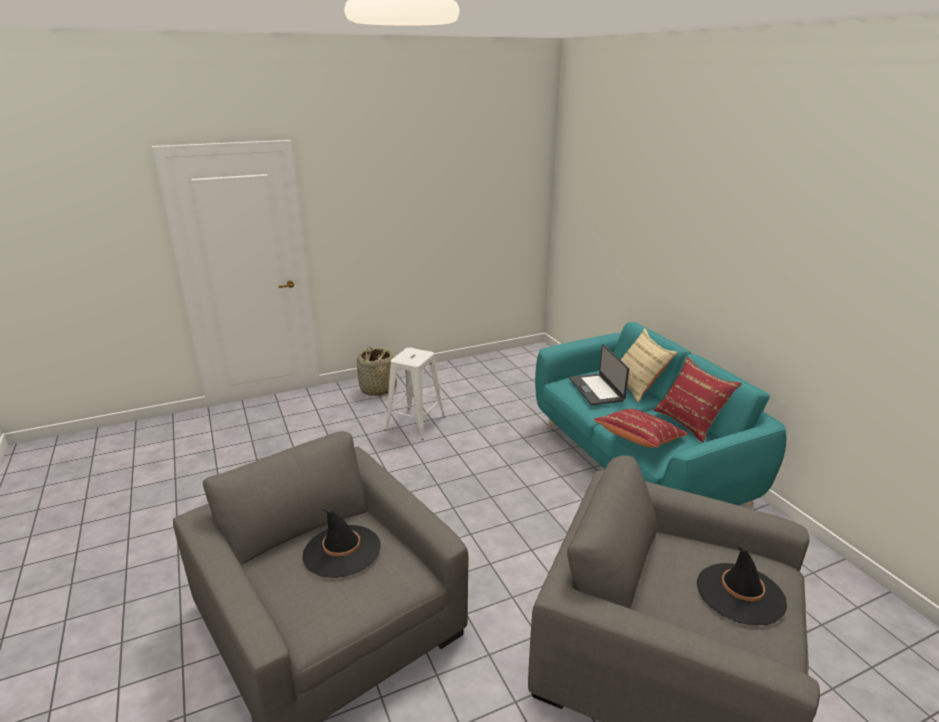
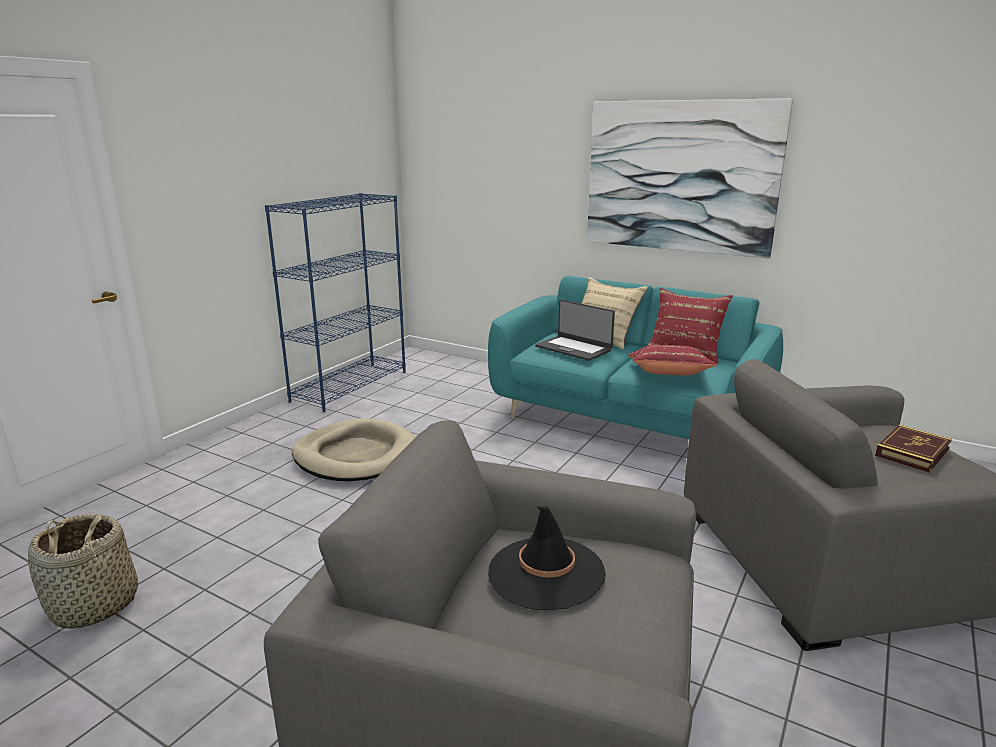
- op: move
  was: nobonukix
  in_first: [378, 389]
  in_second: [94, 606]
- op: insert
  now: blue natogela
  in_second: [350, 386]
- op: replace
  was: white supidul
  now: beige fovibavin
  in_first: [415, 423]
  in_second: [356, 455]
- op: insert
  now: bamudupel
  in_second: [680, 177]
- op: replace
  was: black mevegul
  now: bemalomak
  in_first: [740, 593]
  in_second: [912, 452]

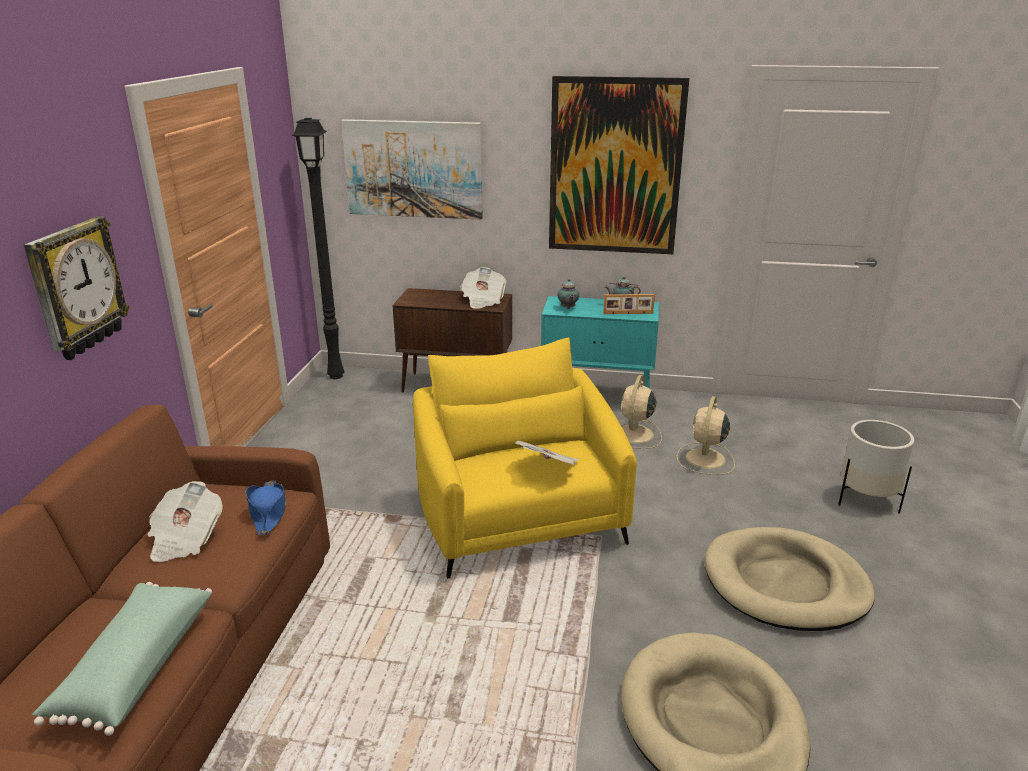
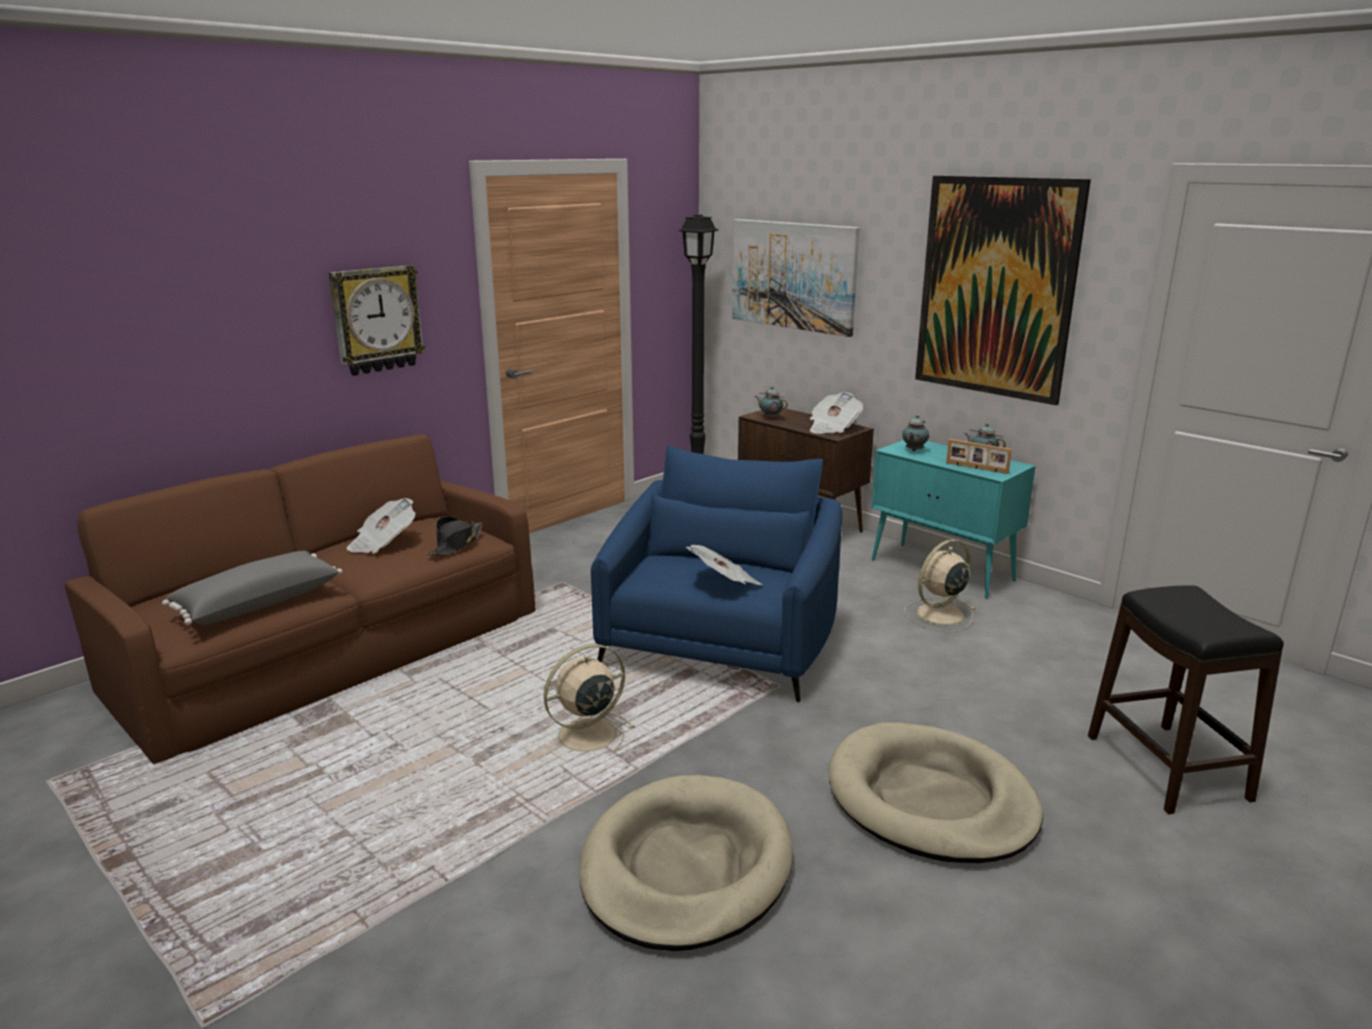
- op: recolor
  was: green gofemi
  now: grey gofemi
  in_first: [134, 667]
  in_second: [257, 603]
- op: recolor
  was: blue mevegul
  now: black mevegul
  in_first: [268, 512]
  in_second: [456, 544]
- op: move
  was: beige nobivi
  in_first: [705, 459]
  in_second: [585, 736]
- op: recolor
  was: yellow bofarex
  now: blue bofarex
  in_first: [520, 518]
  in_second: [720, 645]
- op: insert
  now: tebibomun
  in_second: [770, 418]
- op: replace
  was: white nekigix
  now: black supidul
  in_first: [866, 500]
  in_second: [1166, 768]

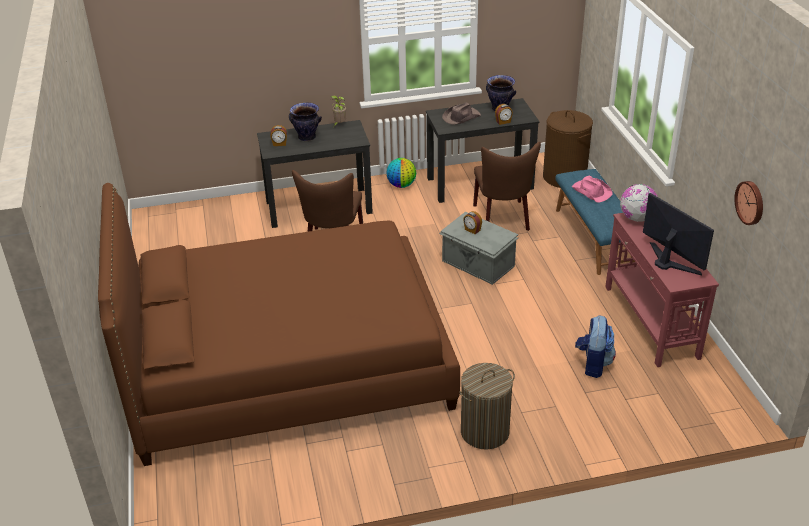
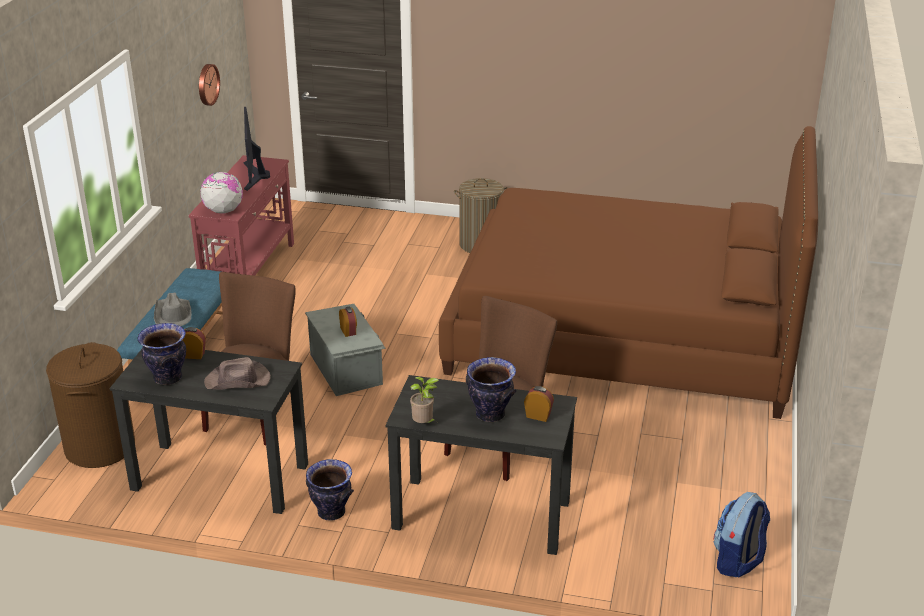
- op: recolor
  was: pink mevegul
  now: grey mevegul
  in_first: [591, 191]
  in_second: [173, 314]
- op: replace
  was: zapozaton
  now: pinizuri
  in_first: [401, 185]
  in_second: [331, 513]
- op: move
  was: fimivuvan
  in_first: [593, 364]
  in_second: [738, 561]

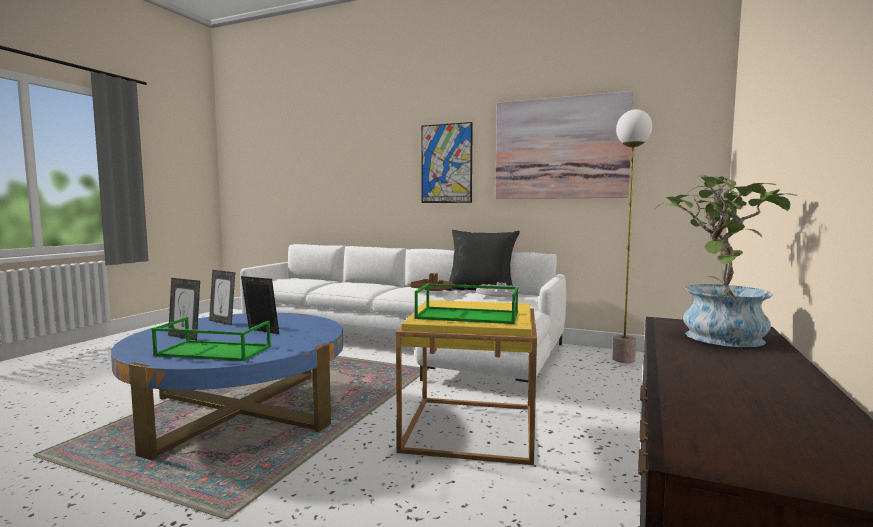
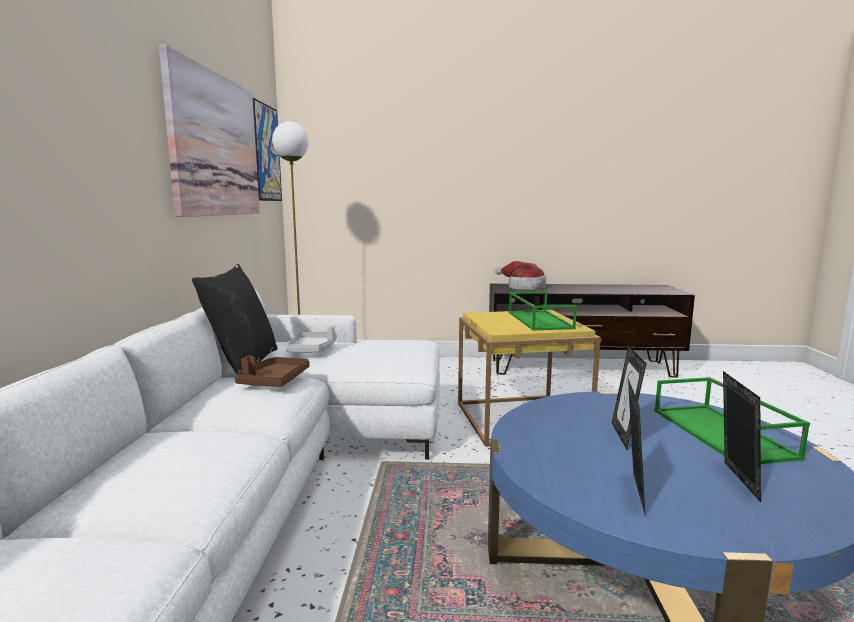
- op: move
  was: bamudupel
  in_first: [446, 163]
  in_second: [267, 153]
- op: replace
  was: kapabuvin
  now: mevegul
  in_first: [716, 334]
  in_second: [523, 287]

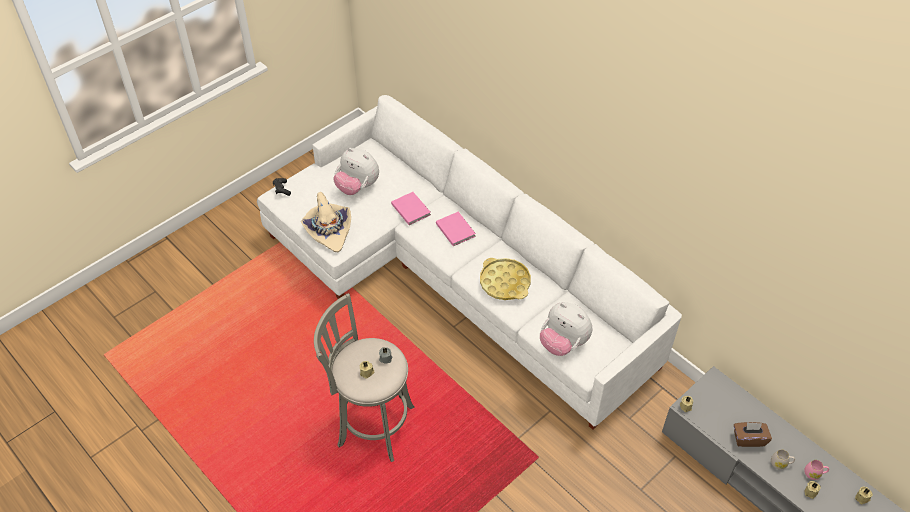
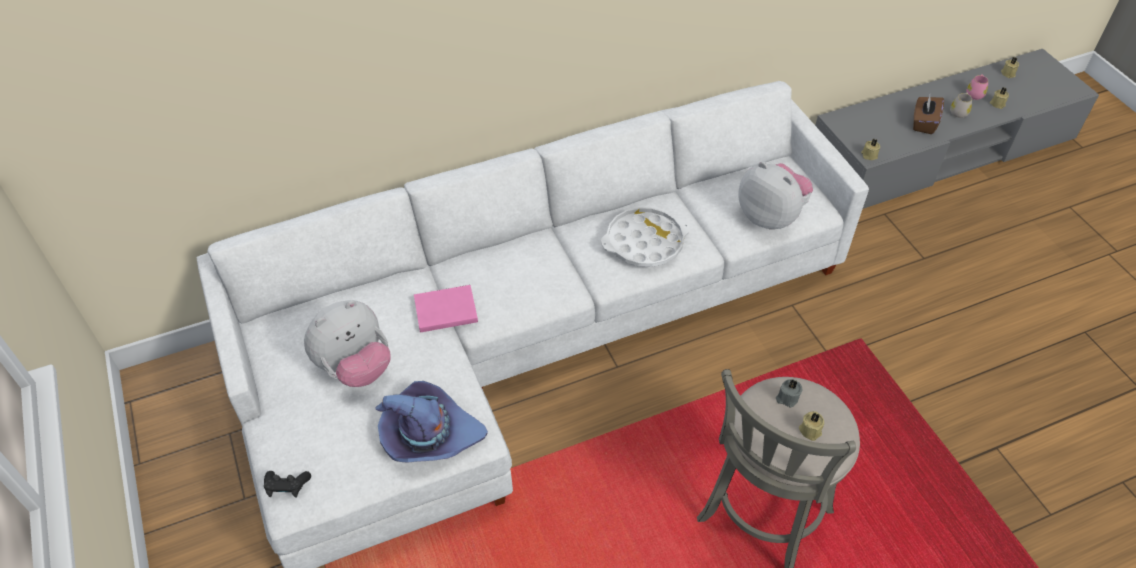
- op: recolor
  was: beige mevegul
  now: purple mevegul
  in_first: [329, 230]
  in_second: [429, 435]
- op: recolor
  was: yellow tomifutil
  now: white tomifutil
  in_first: [505, 282]
  in_second: [644, 242]
- op: rotate
  was: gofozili
  in_first: [563, 343]
  in_second: [770, 216]
  clockwise: -105
- op: delete
  was: pink bemalomak
  in_first: [455, 229]

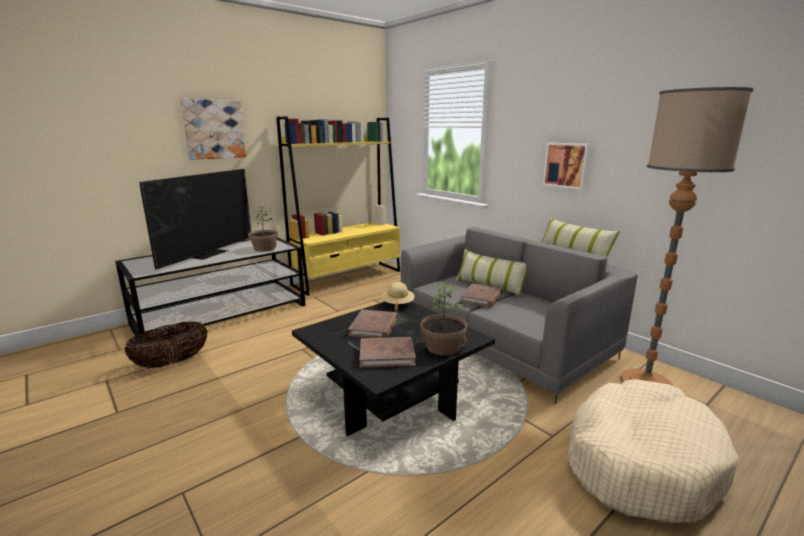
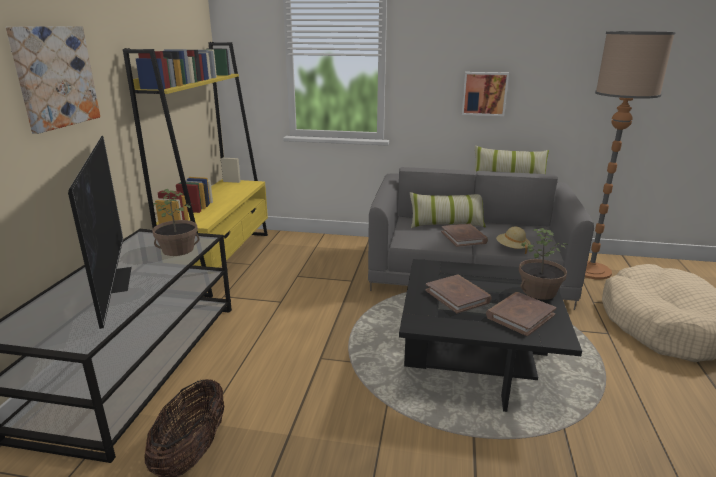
- op: move
  was: beige mevegul
  in_first: [397, 304]
  in_second: [512, 248]

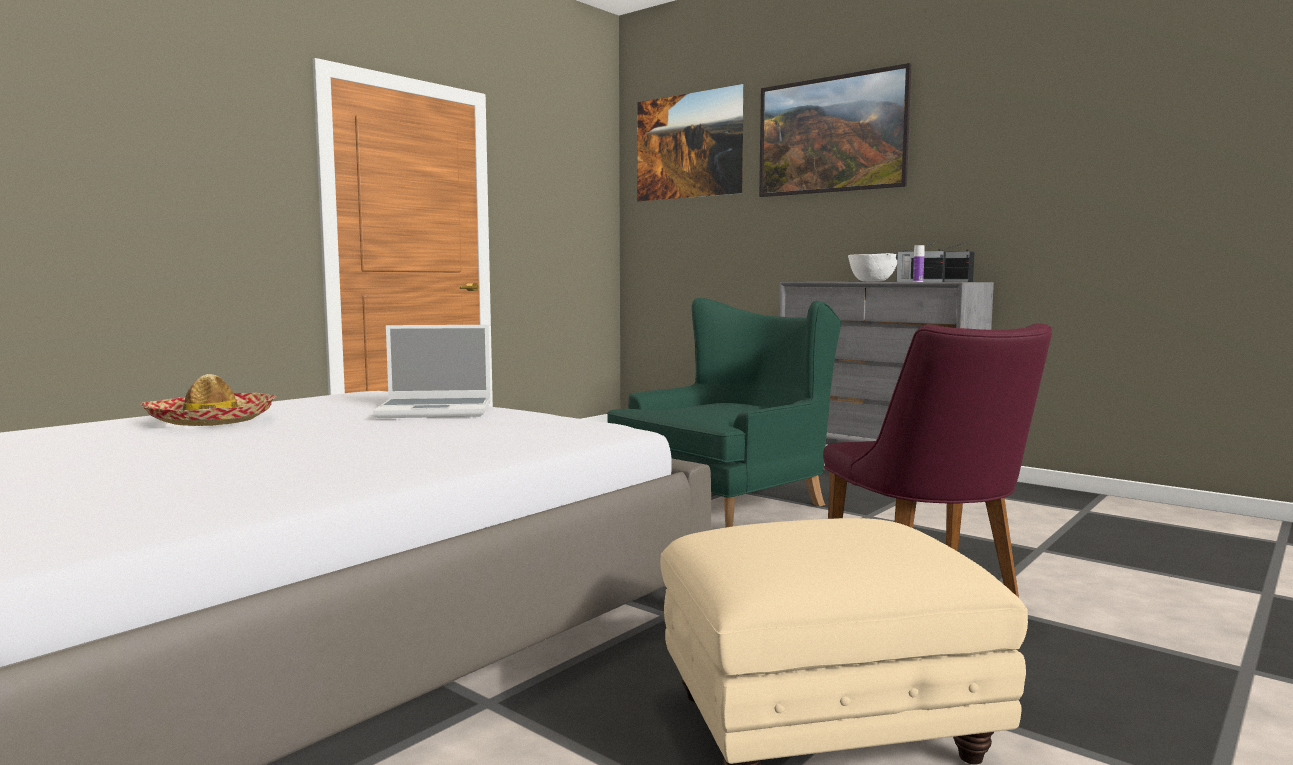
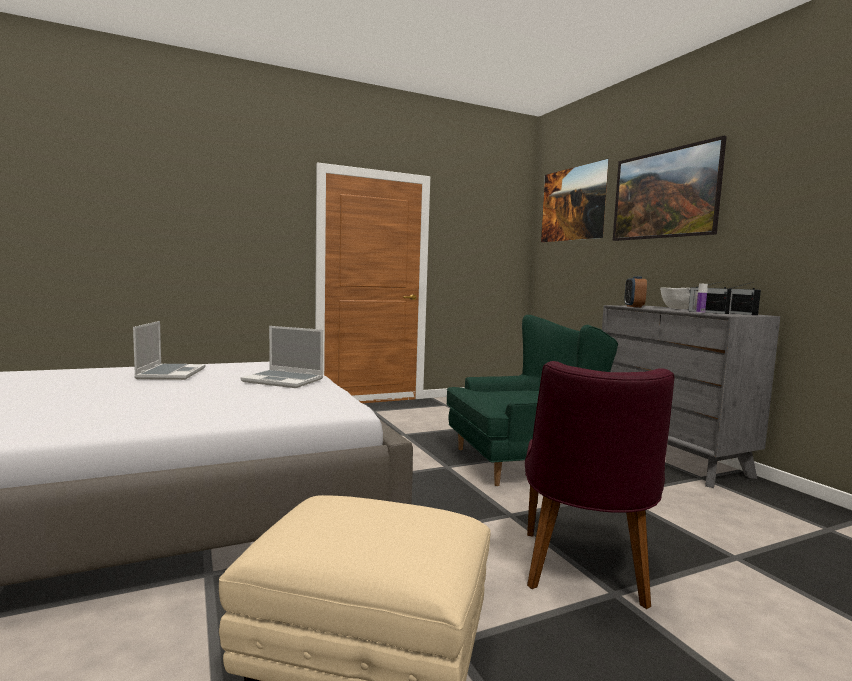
- op: replace
  was: mevegul
  now: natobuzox
  in_first: [212, 421]
  in_second: [171, 373]
- op: insert
  now: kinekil
  in_second: [634, 306]

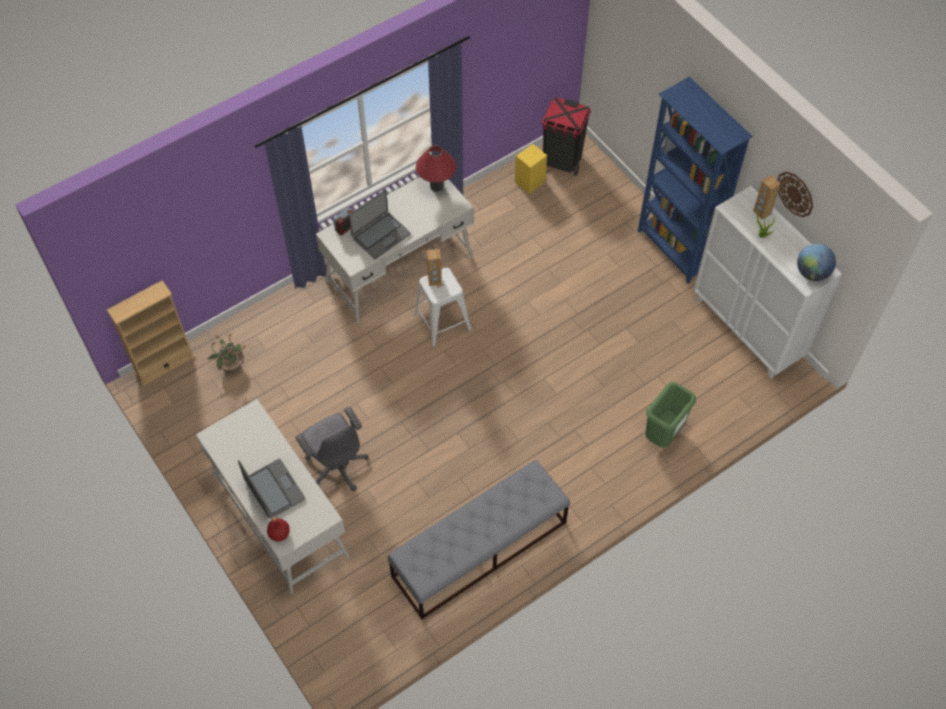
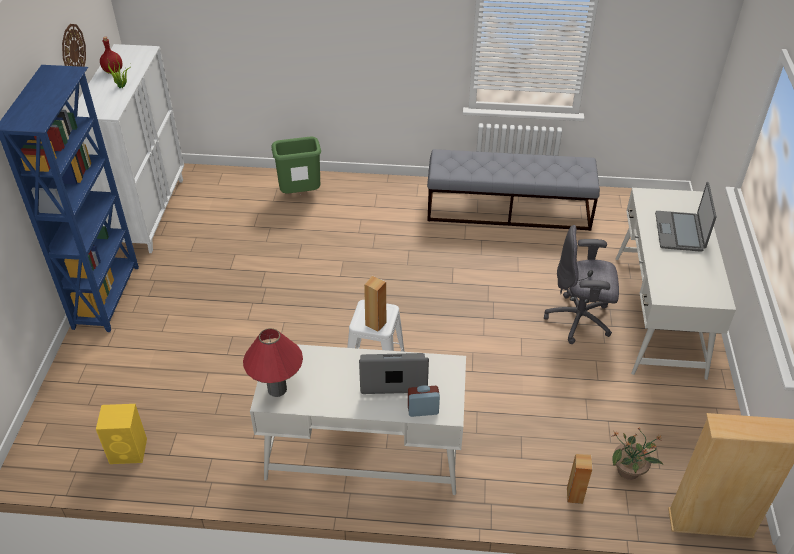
- op: move
  was: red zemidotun
  in_first: [279, 534]
  in_second: [113, 71]
- op: rotate
  was: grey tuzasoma
  in_first: [336, 466]
  in_second: [579, 320]
  clockwise: -90
- op: move
  was: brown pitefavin
  in_first: [761, 212]
  in_second: [575, 495]
- op: delete
  was: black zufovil
  in_first: [562, 161]
- op: delete
  was: zapozaton
  in_first: [812, 273]

